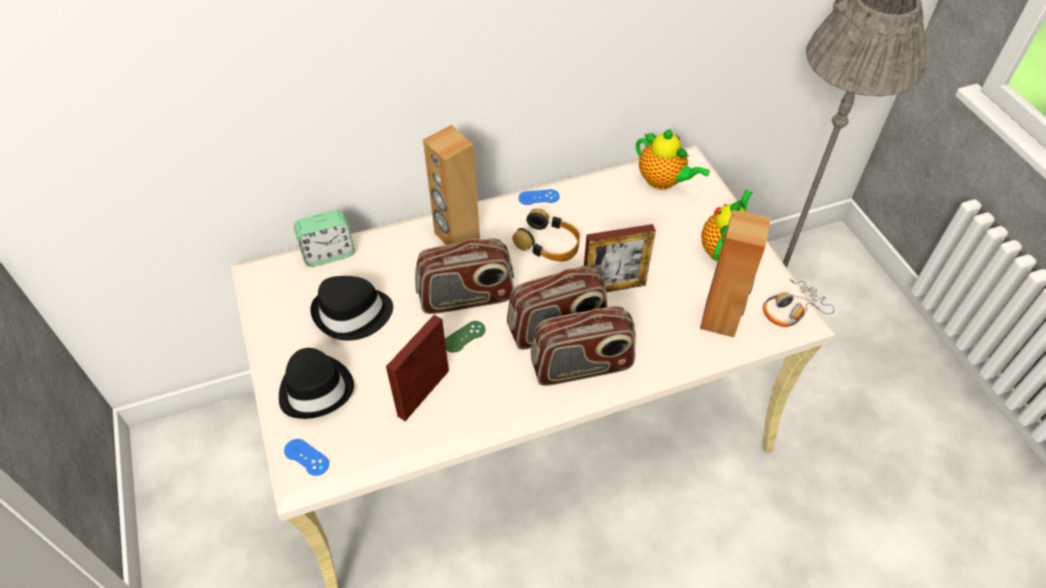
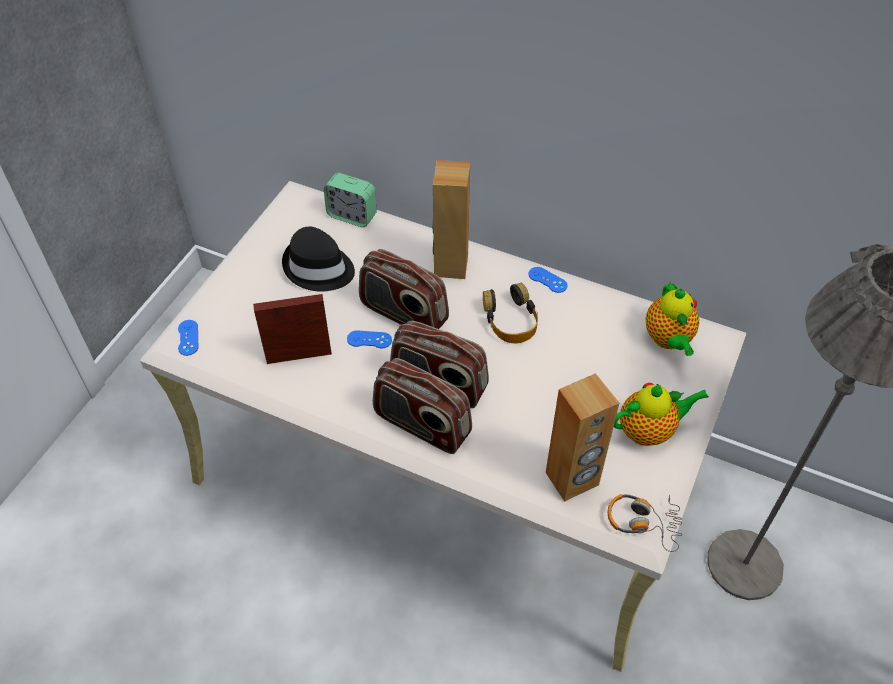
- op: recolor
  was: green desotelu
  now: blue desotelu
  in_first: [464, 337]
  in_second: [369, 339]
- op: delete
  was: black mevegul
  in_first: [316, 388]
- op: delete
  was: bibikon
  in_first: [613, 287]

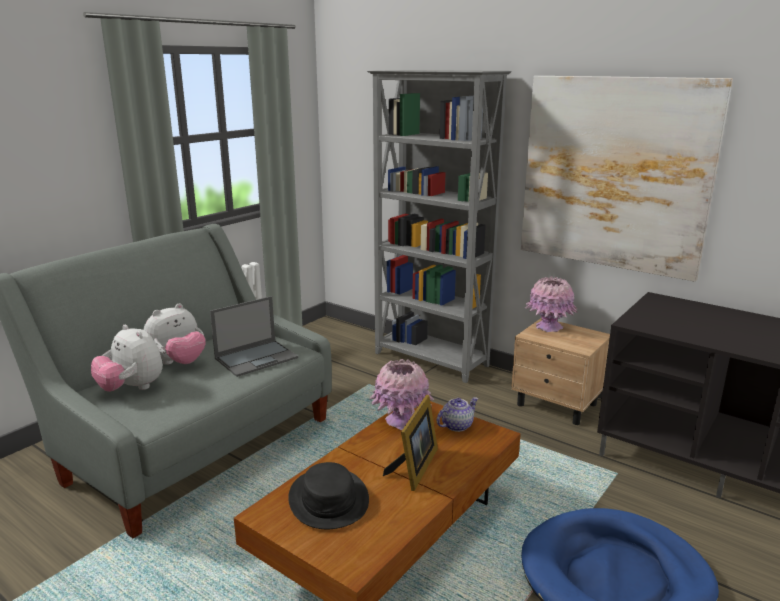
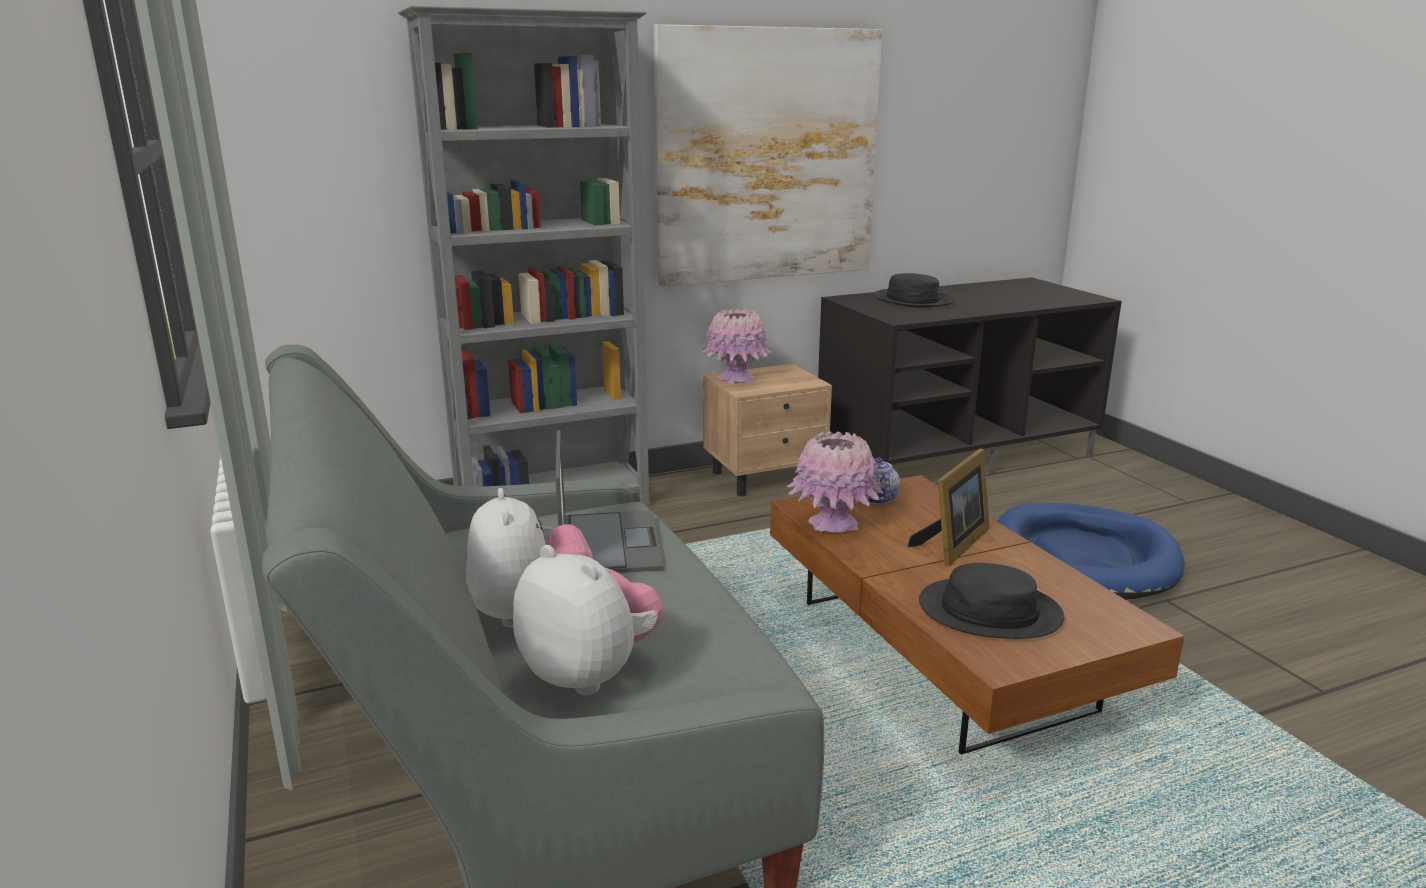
- op: rotate
  was: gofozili
  in_first: [132, 388]
  in_second: [591, 674]
  clockwise: -120
- op: insert
  now: black mevegul
  in_second: [912, 300]
- op: rotate
  was: bibikon
  in_first: [414, 468]
  in_second: [953, 544]
  clockwise: 75

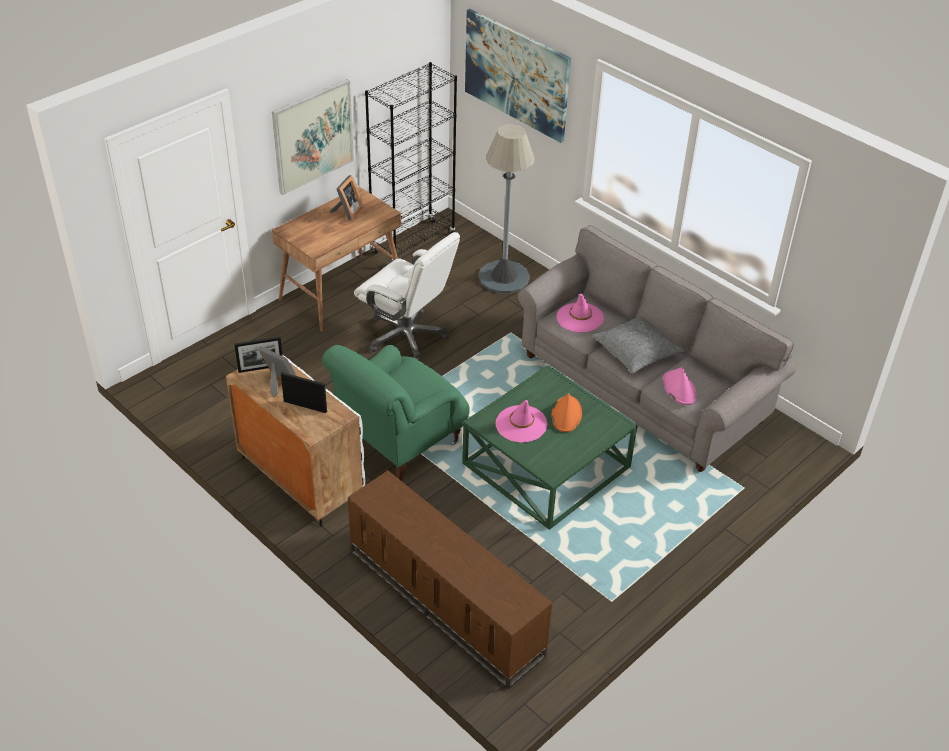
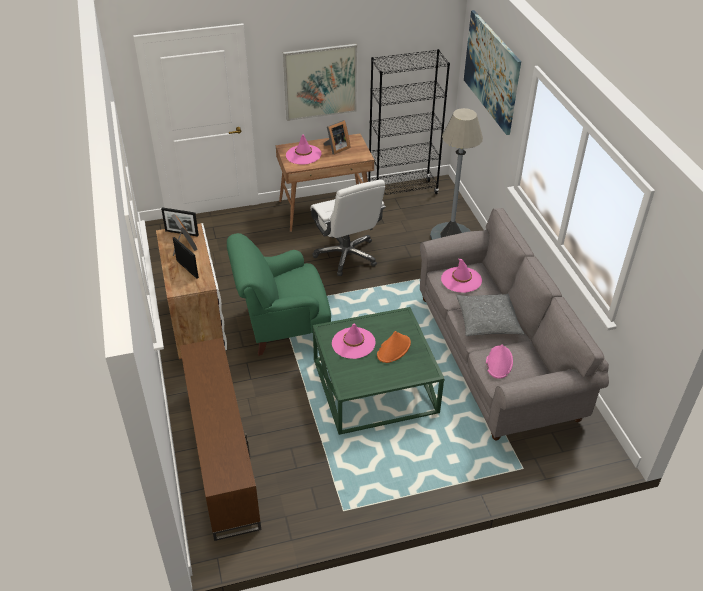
- op: insert
  now: pink mevegul
  in_second: [303, 155]

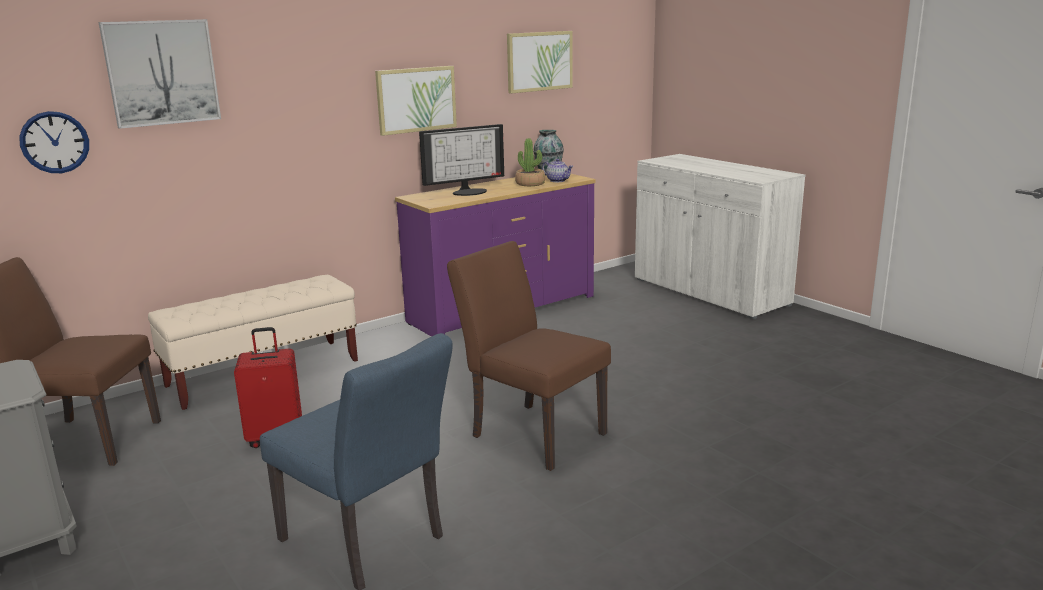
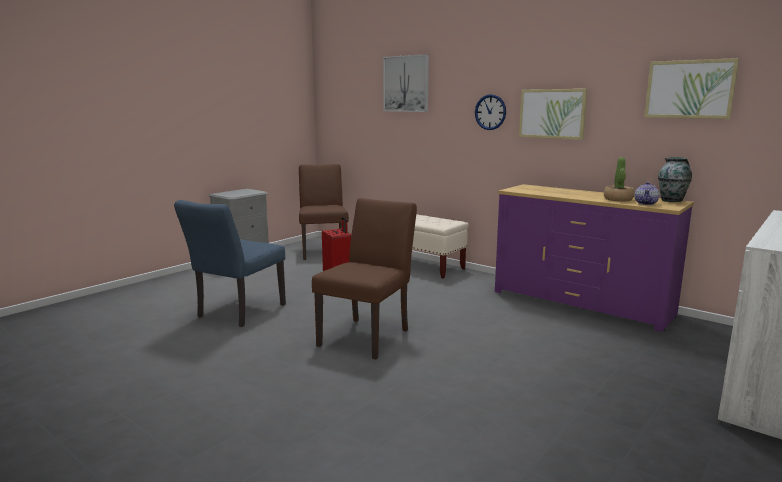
- op: move
  was: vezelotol
  in_first: [54, 142]
  in_second: [490, 112]
- op: delete
  was: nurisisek
  in_first: [469, 191]

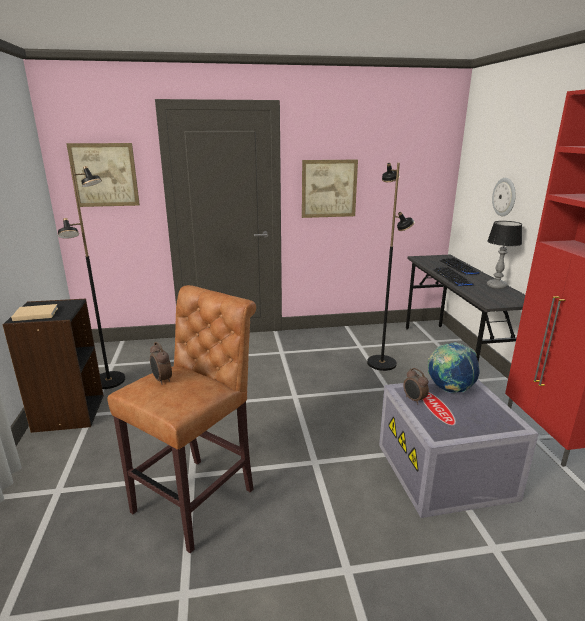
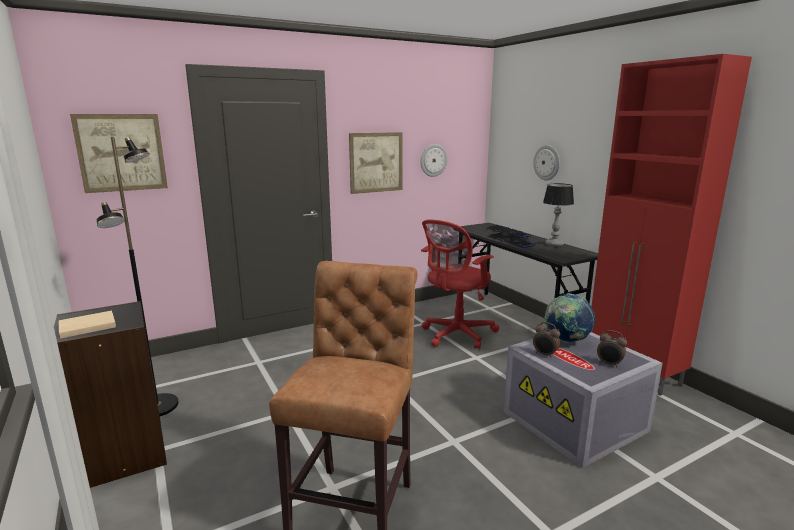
- op: insert
  now: vezelotol
  in_second: [433, 160]
- op: replace
  was: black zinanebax
  now: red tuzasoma
  in_first: [382, 363]
  in_second: [456, 335]
- op: move
  was: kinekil
  in_first: [162, 380]
  in_second: [609, 364]

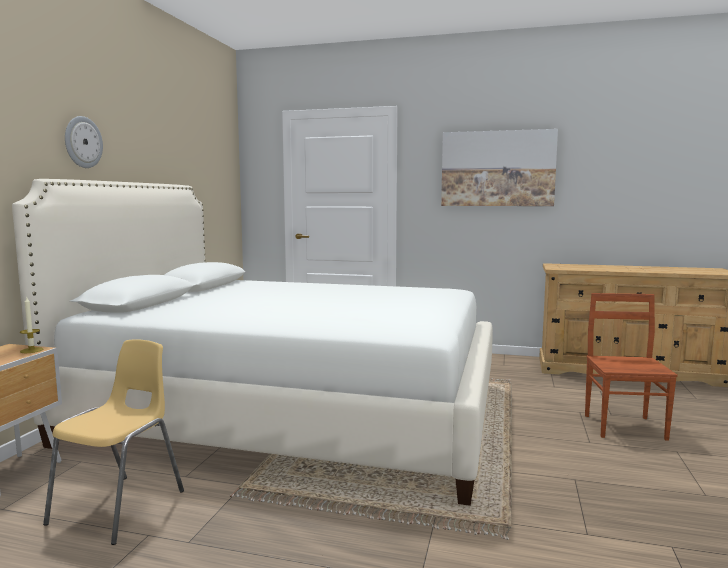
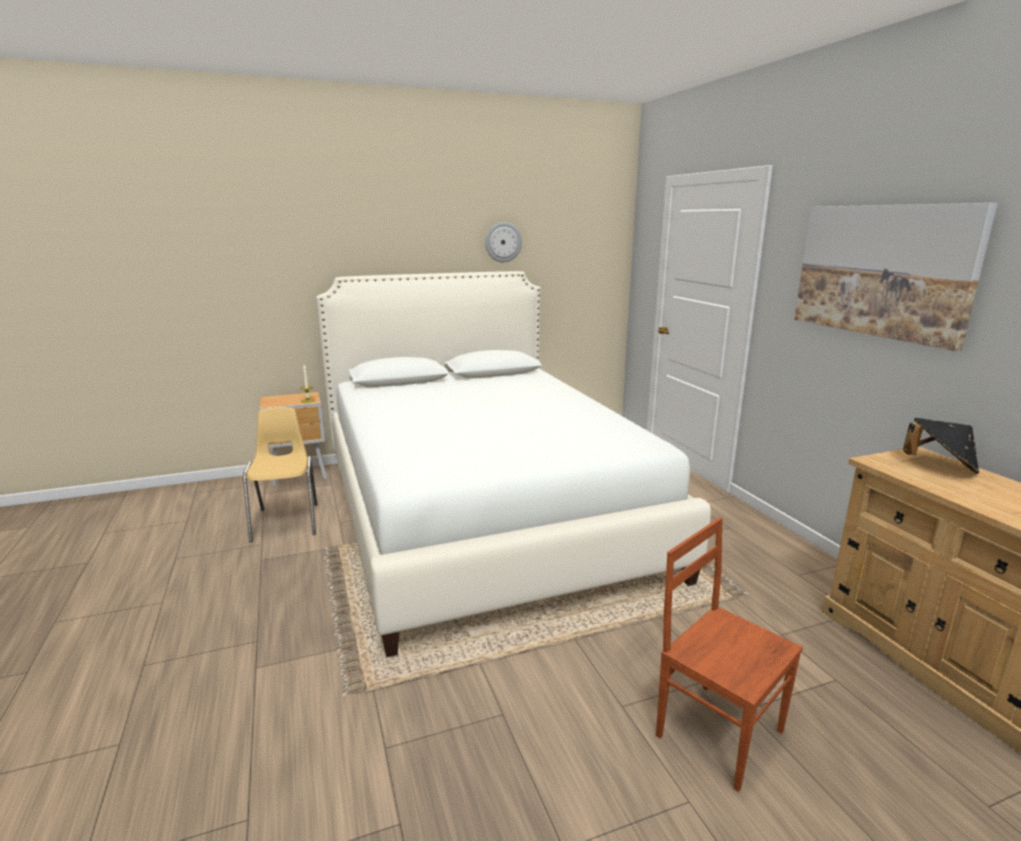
- op: rotate
  was: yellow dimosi
  in_first: [120, 507]
  in_second: [287, 521]
  clockwise: -90
- op: move
  was: vezelotol
  in_first: [82, 142]
  in_second: [503, 242]
- op: rotate
  was: brown dimosi
  in_first: [625, 426]
  in_second: [718, 731]
  clockwise: -105
- op: insert
  now: black mevegul
  in_second: [939, 466]

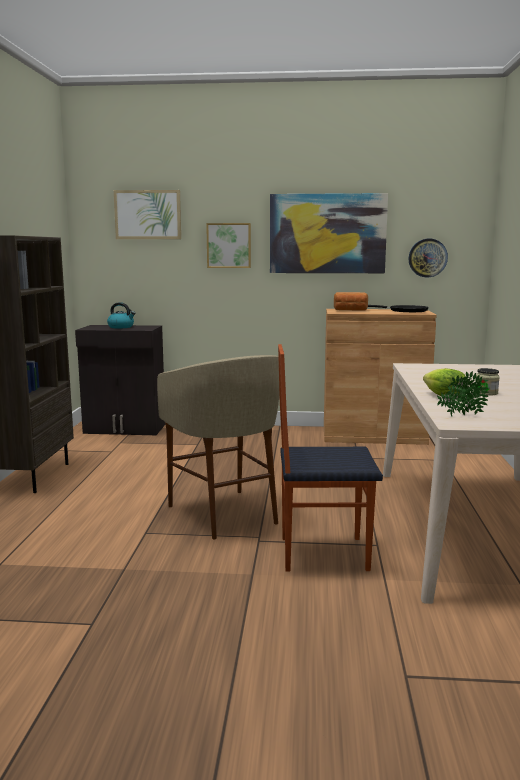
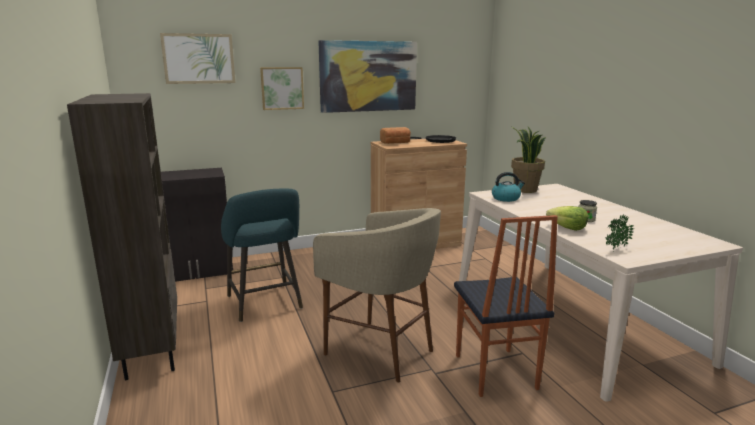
- op: insert
  now: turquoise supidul
  in_second: [265, 304]
- op: rotate
  was: dimosi
  in_first: [322, 553]
  in_second: [494, 372]
  clockwise: -75
- op: move
  was: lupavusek
  in_first: [121, 327]
  in_second: [506, 198]
- op: insert
  now: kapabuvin
  in_second: [524, 190]
- op: delete
  was: vezelotol
  in_first: [427, 258]

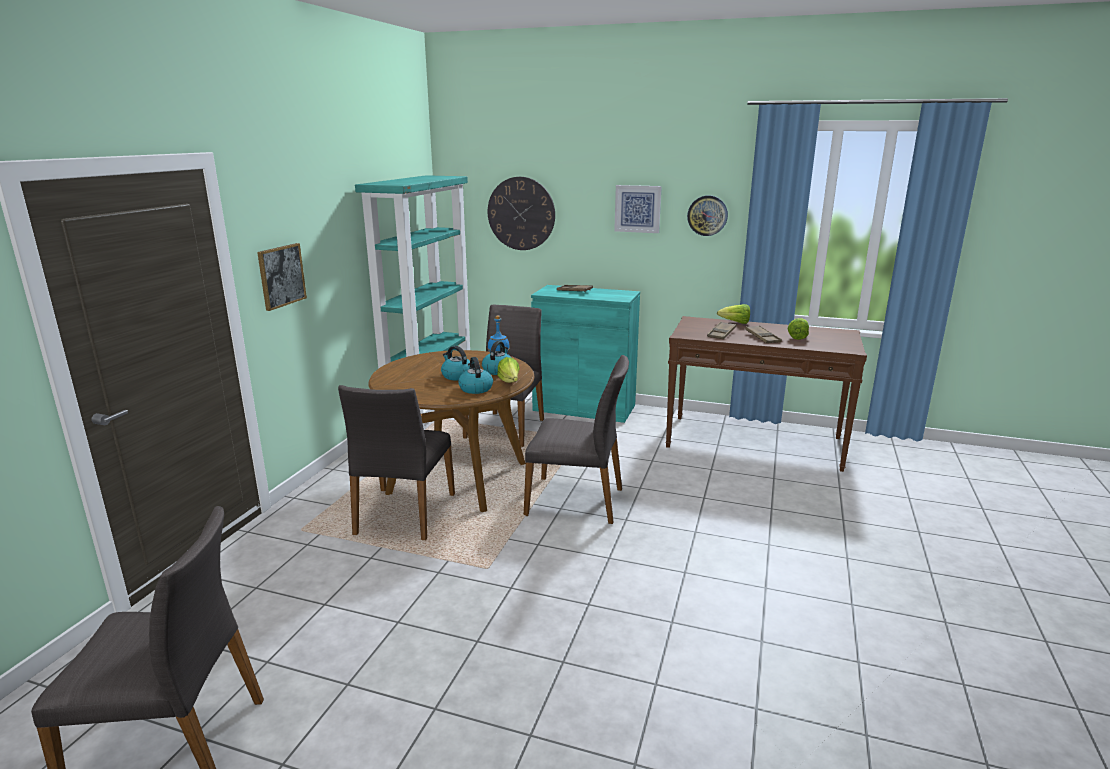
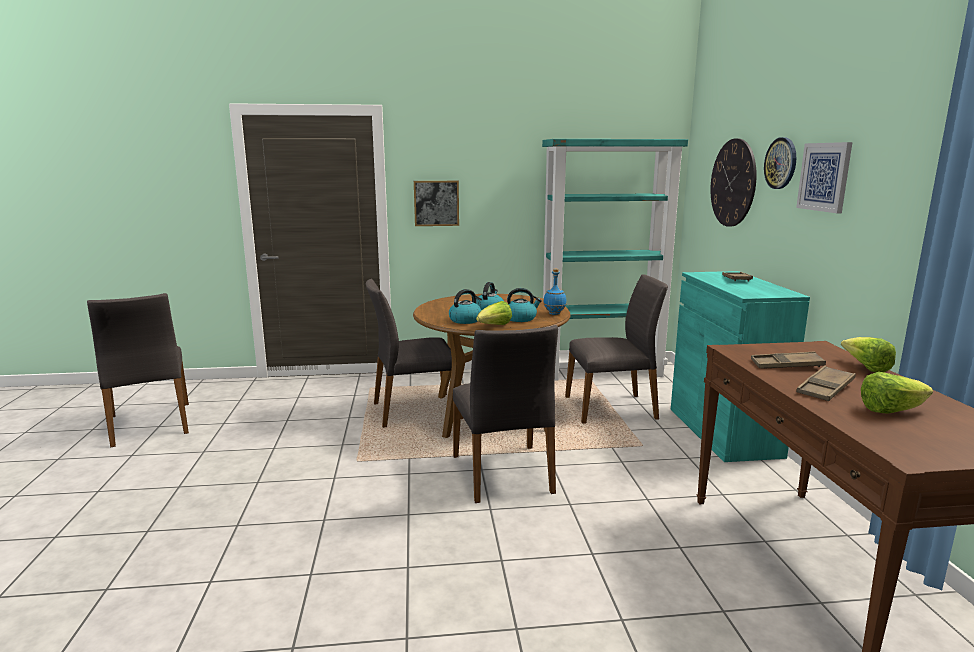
- op: move
  was: vezelotol
  in_first: [707, 215]
  in_second: [781, 163]

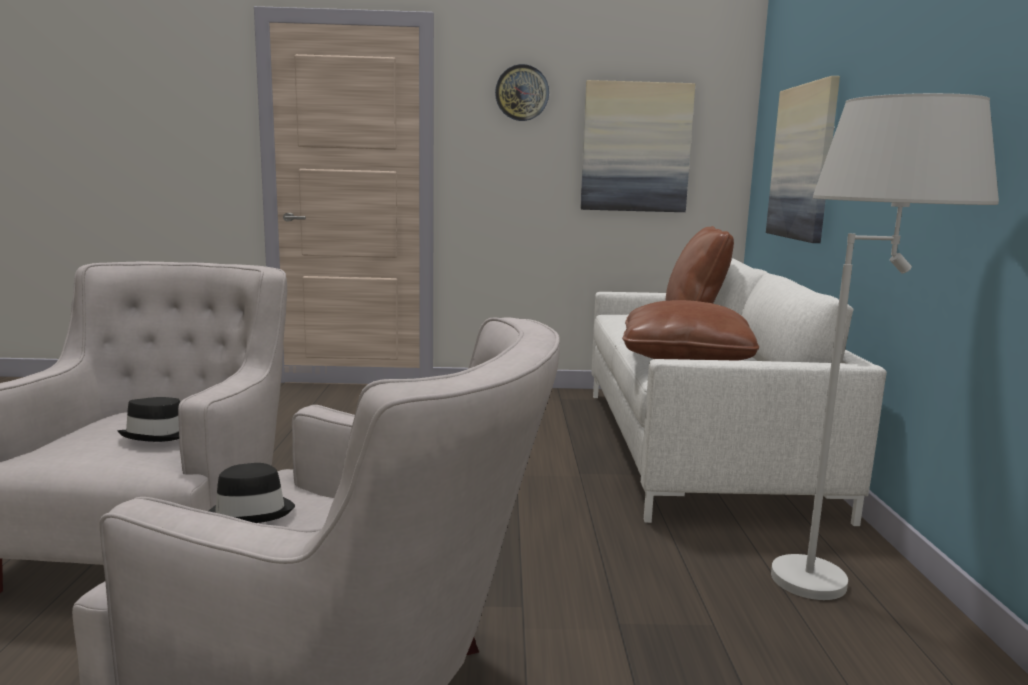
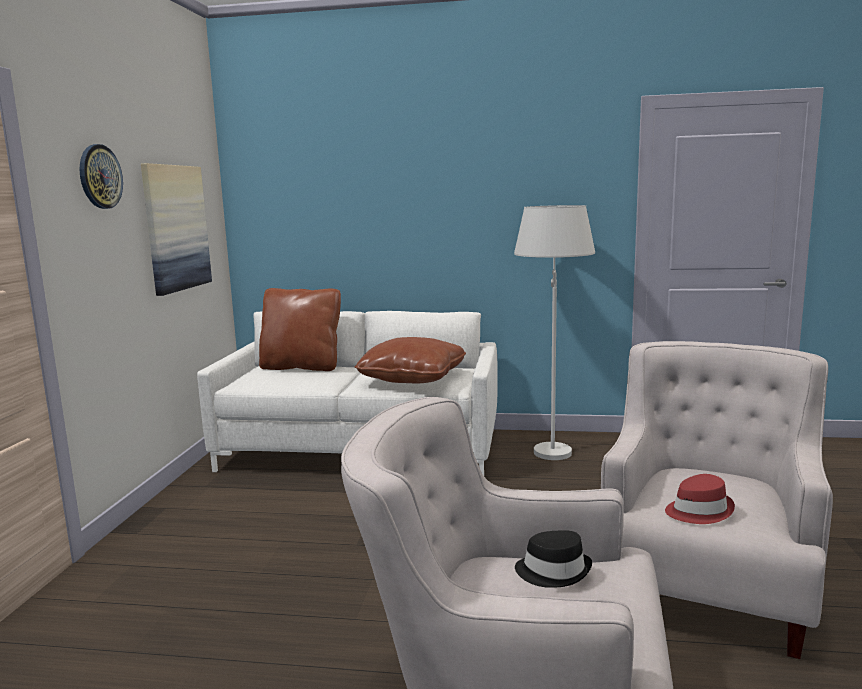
- op: recolor
  was: black mevegul
  now: red mevegul
  in_first: [251, 512]
  in_second: [698, 511]
- op: delete
  was: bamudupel
  in_first: [803, 162]

